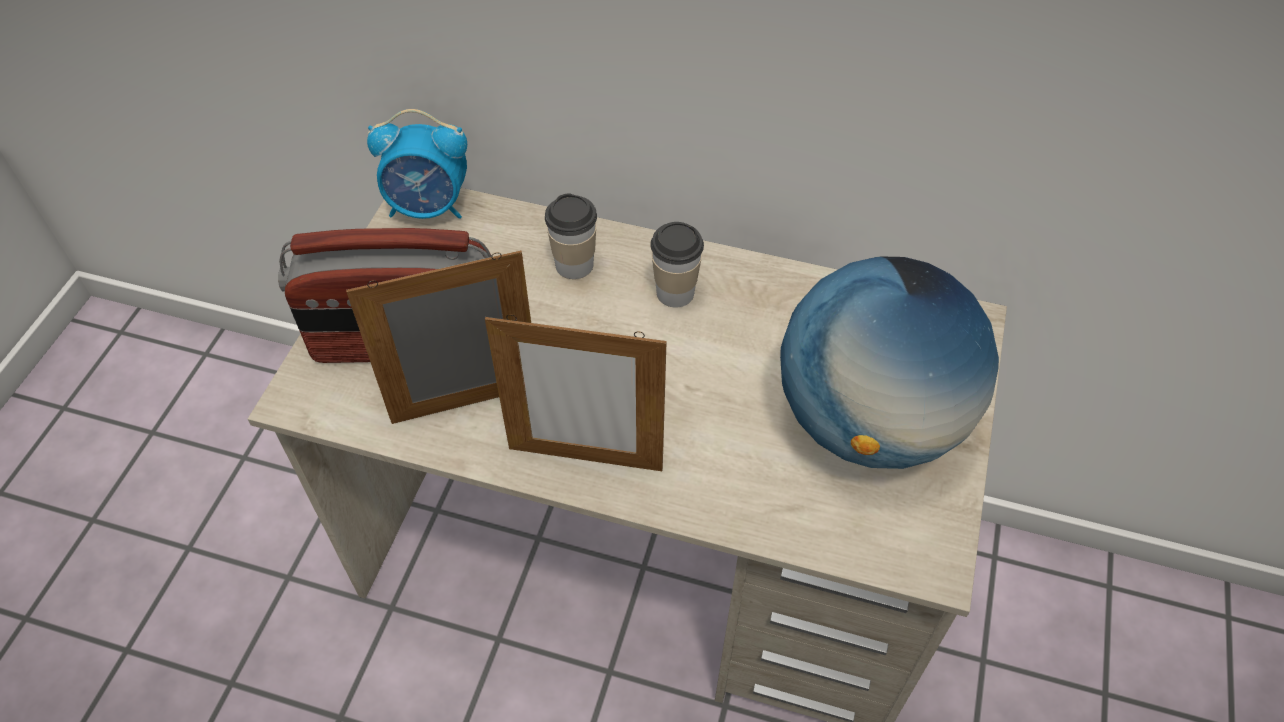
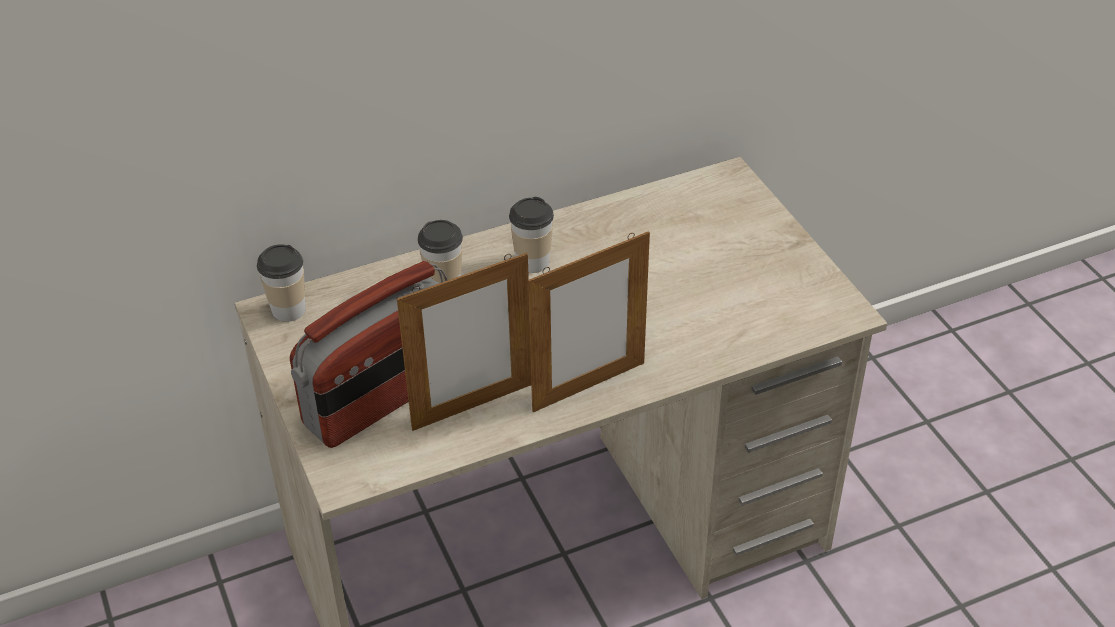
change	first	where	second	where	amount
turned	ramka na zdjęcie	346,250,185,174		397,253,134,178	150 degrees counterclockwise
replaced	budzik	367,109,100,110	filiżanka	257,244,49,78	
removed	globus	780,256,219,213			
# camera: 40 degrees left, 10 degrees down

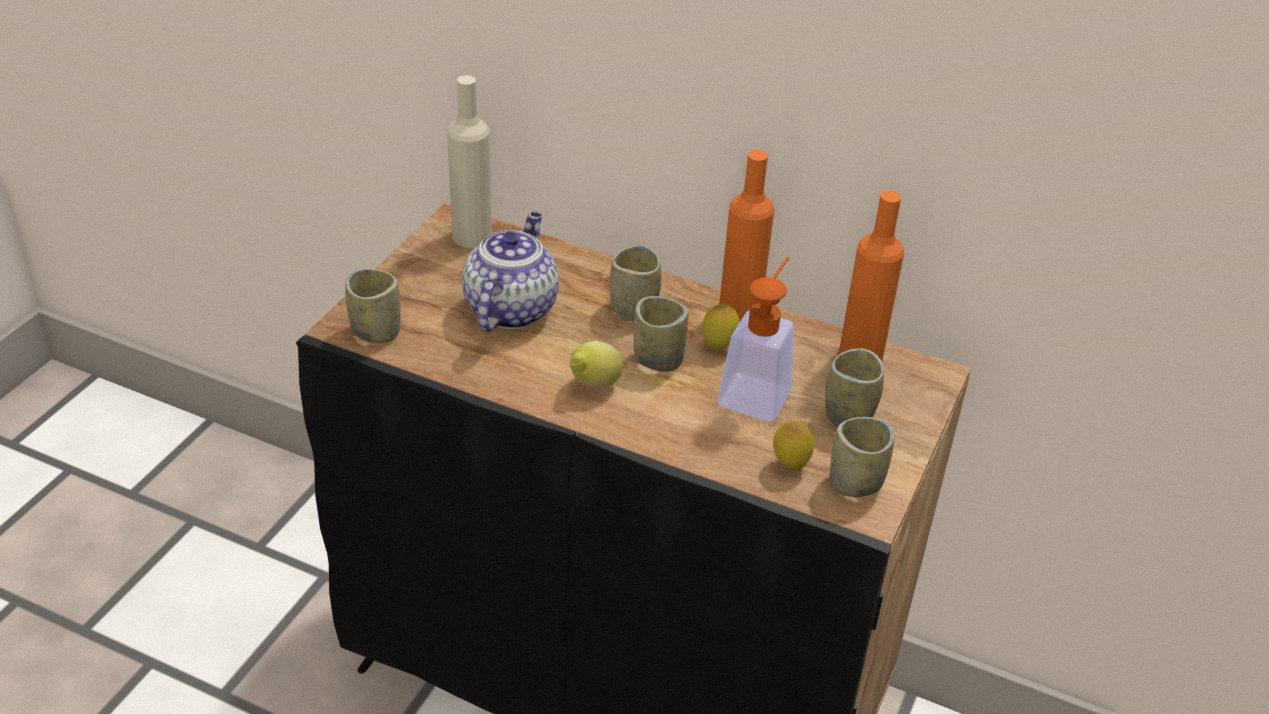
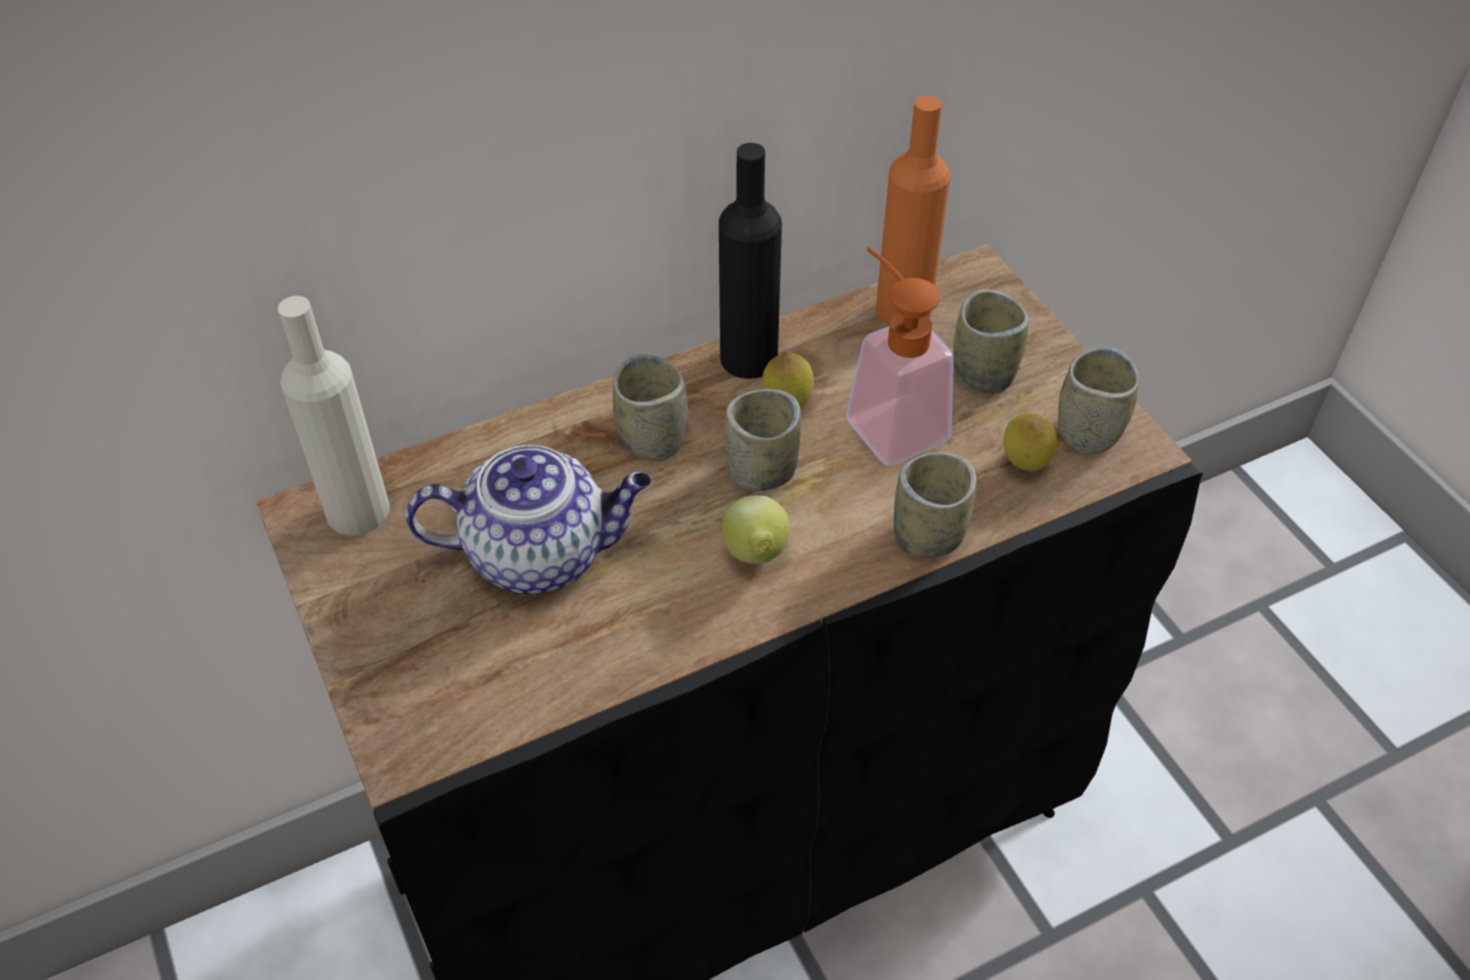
change	first	where	second	where	amount
moved	filiżanka	345,269,56,74		894,452,83,106	
turned	imbryk	462,212,97,119		405,445,247,149	120 degrees clockwise
recoloured	butelka/pomarańczowy	719,150,55,171	butelka/czarny	719,143,63,236	
# camera: 50 degrees left, 10 degrees up

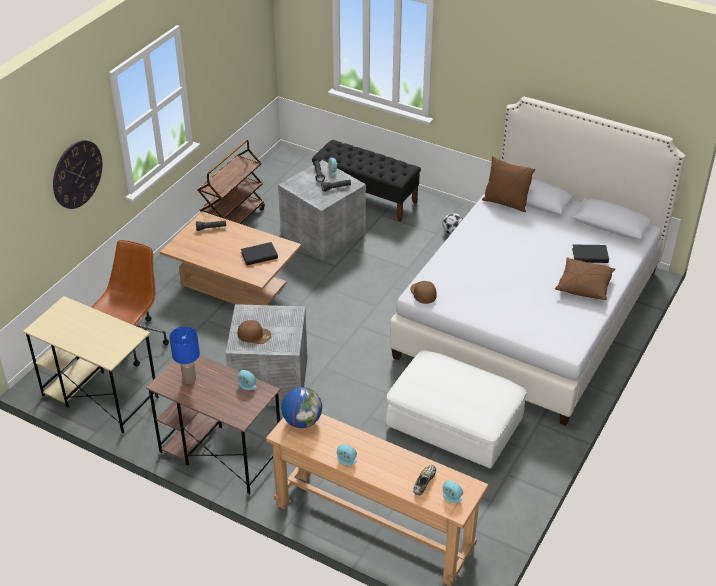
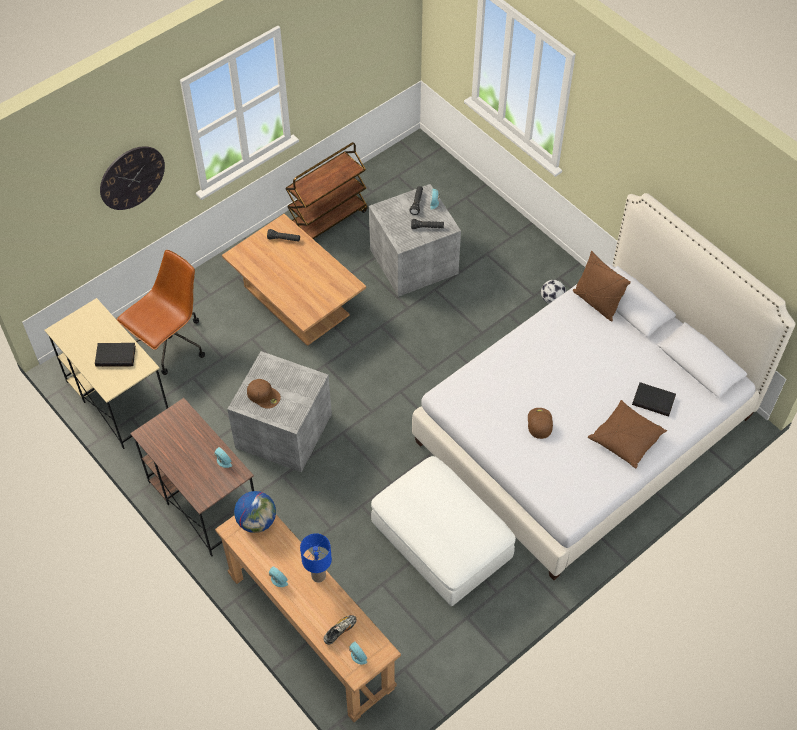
change	first	where	second	where	amount
moved	lampa stołowa/niebieski	169,326,31,58		300,533,32,50	
moved	książka/czarny	241,242,37,23		95,343,41,24	
removed	ławka/czarny	312,140,109,82			
moved	czapka z daszkiem/brązowy	410,281,26,23		528,408,25,31	
# camera: 20 degrees right, 15 degrees up

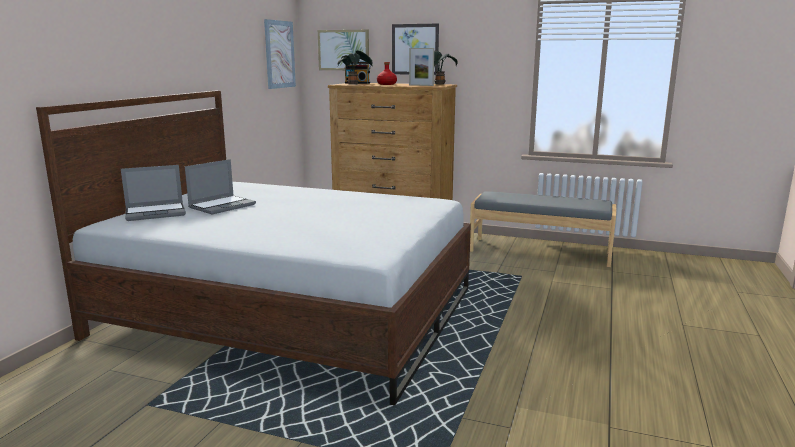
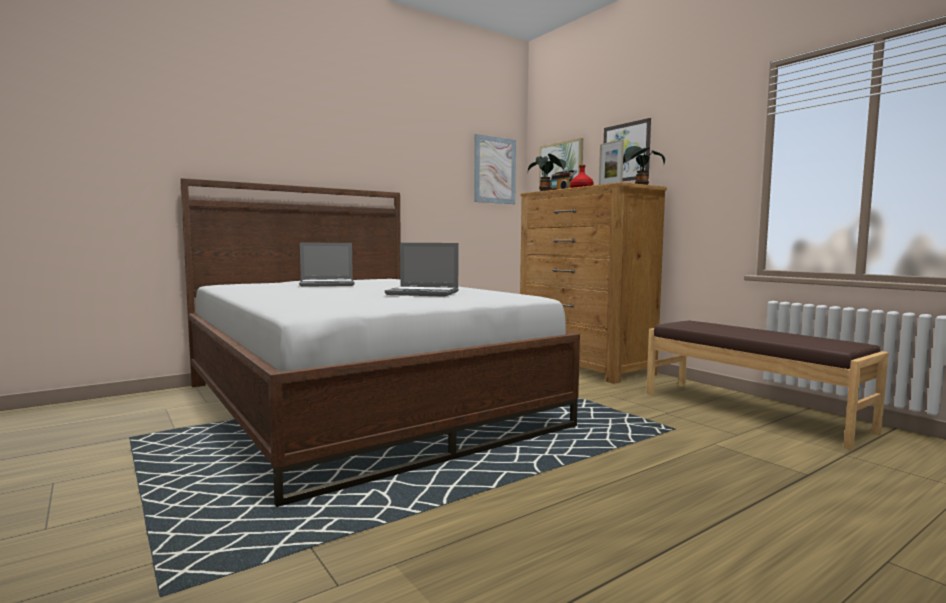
change	first	where	second	where	amount
moved	laptop	121,165,65,56		385,243,74,54	
recoloured	ławka/szary	470,191,146,76	ławka/brązowy	646,321,243,129	
# camera: 35 degrees right, 10 degrees down

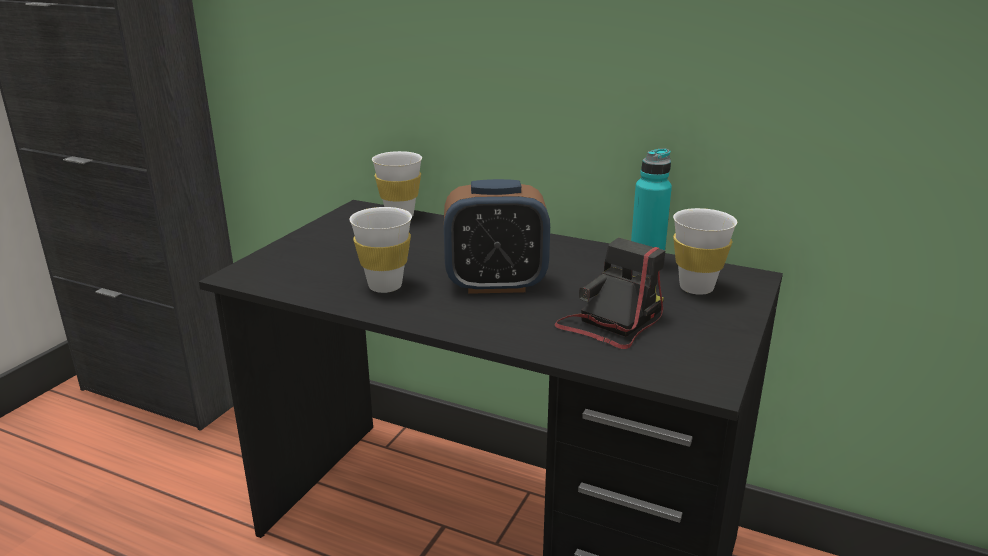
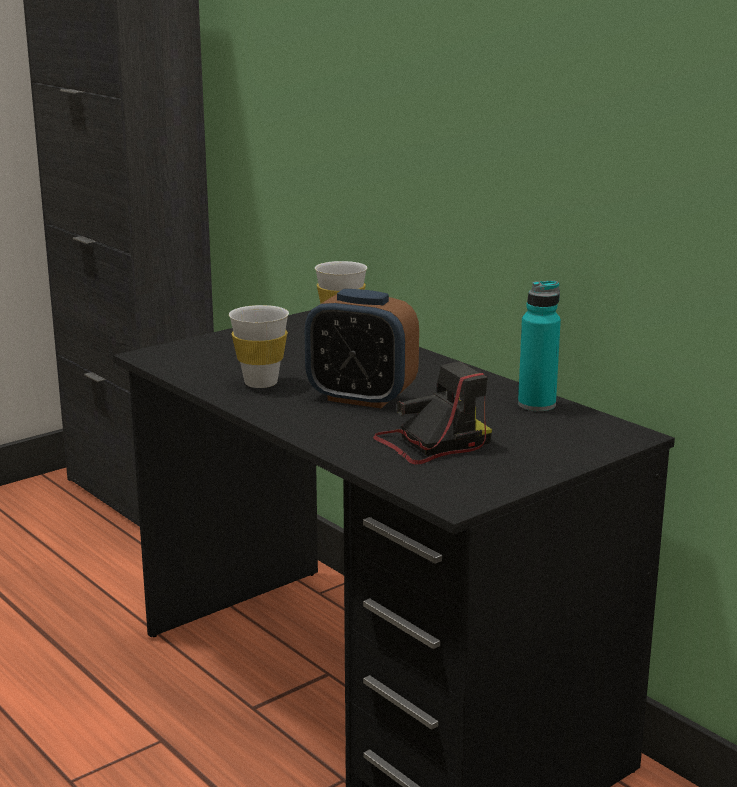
change	first	where	second	where	amount
removed	filiżanka/biały	673,208,64,87			
# camera: 25 degrees right, 5 degrees down

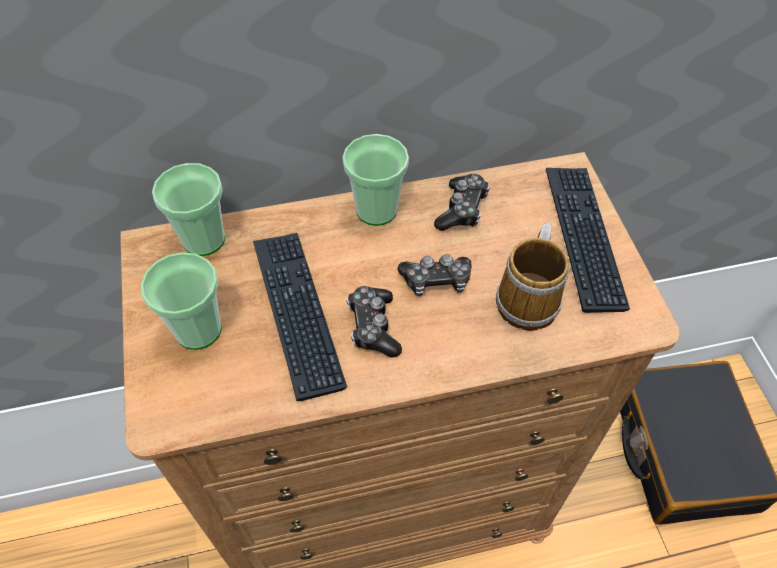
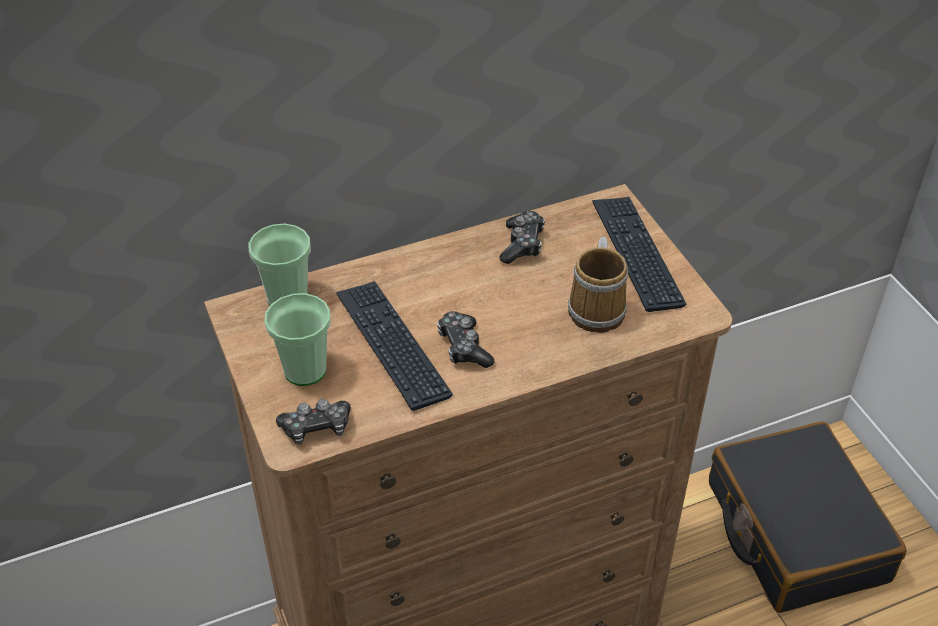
change	first	where	second	where	amount
removed	filiżanka	342,134,67,92			
moved	pad do gier	397,254,75,42		276,399,75,46	
# camera: 10 degrees left, 10 degrees down

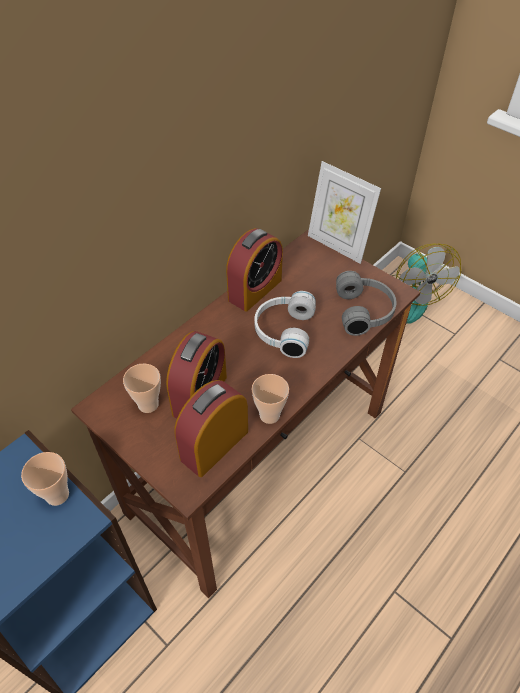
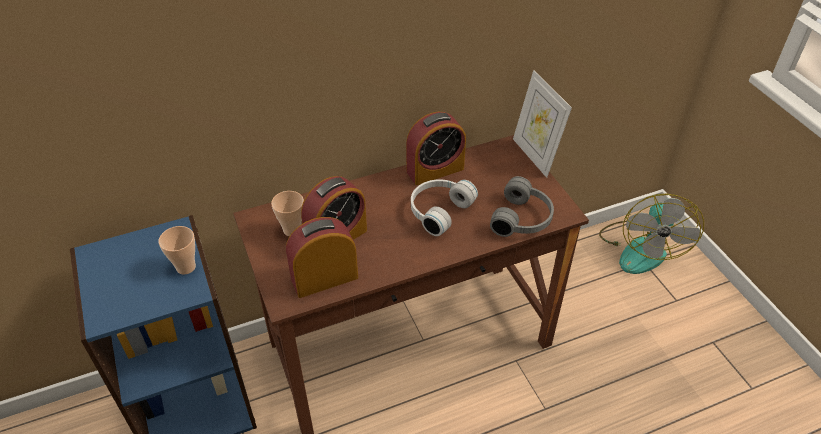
change	first	where	second	where	amount
removed	filiżanka	252,374,37,50			
# camera: 25 degrees right, 5 degrees down

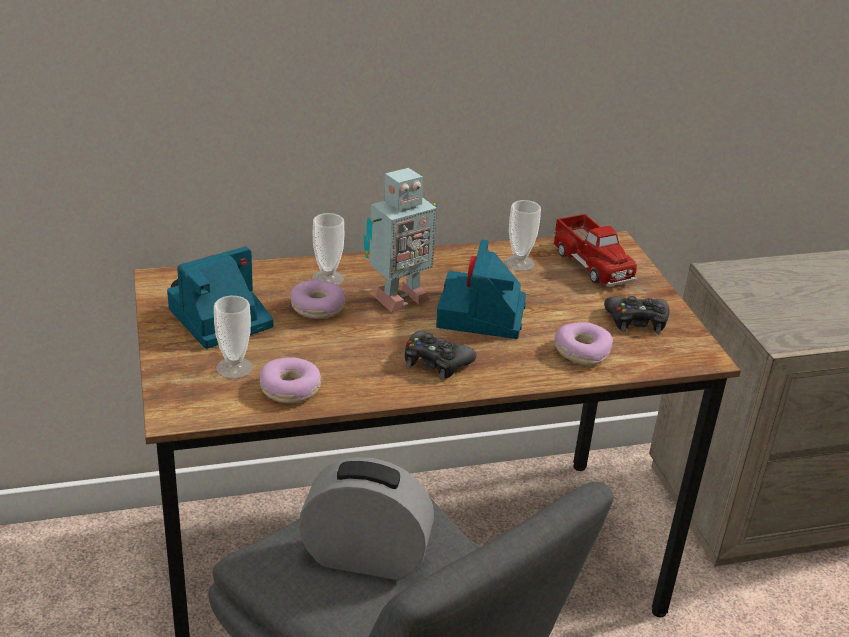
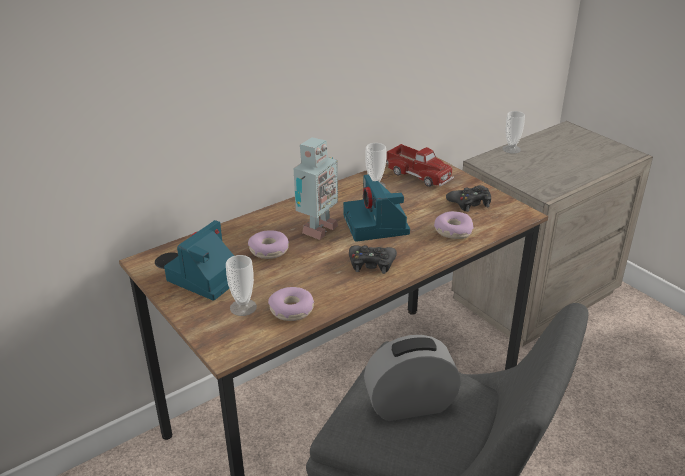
change	first	where	second	where	amount
moved	filiżanka	312,213,32,72		503,111,22,43	
# camera: 20 degrees left, 0 degrees up

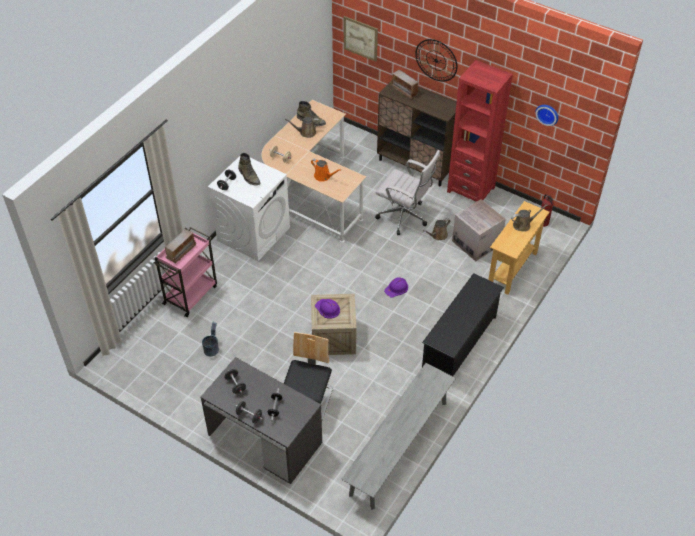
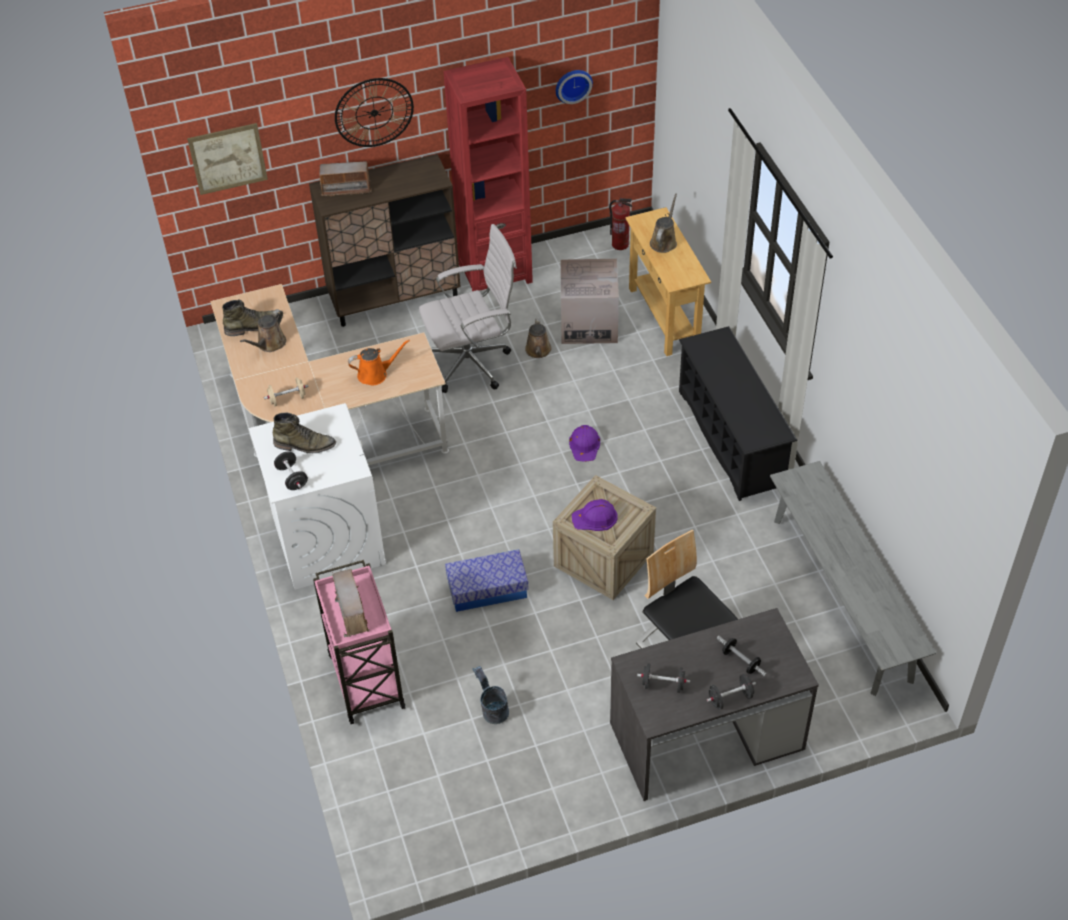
change	first	where	second	where	amount
added			pojemnik do przechowywania	445,549,84,63	
# camera: 50 degrees left, 0 degrees up

